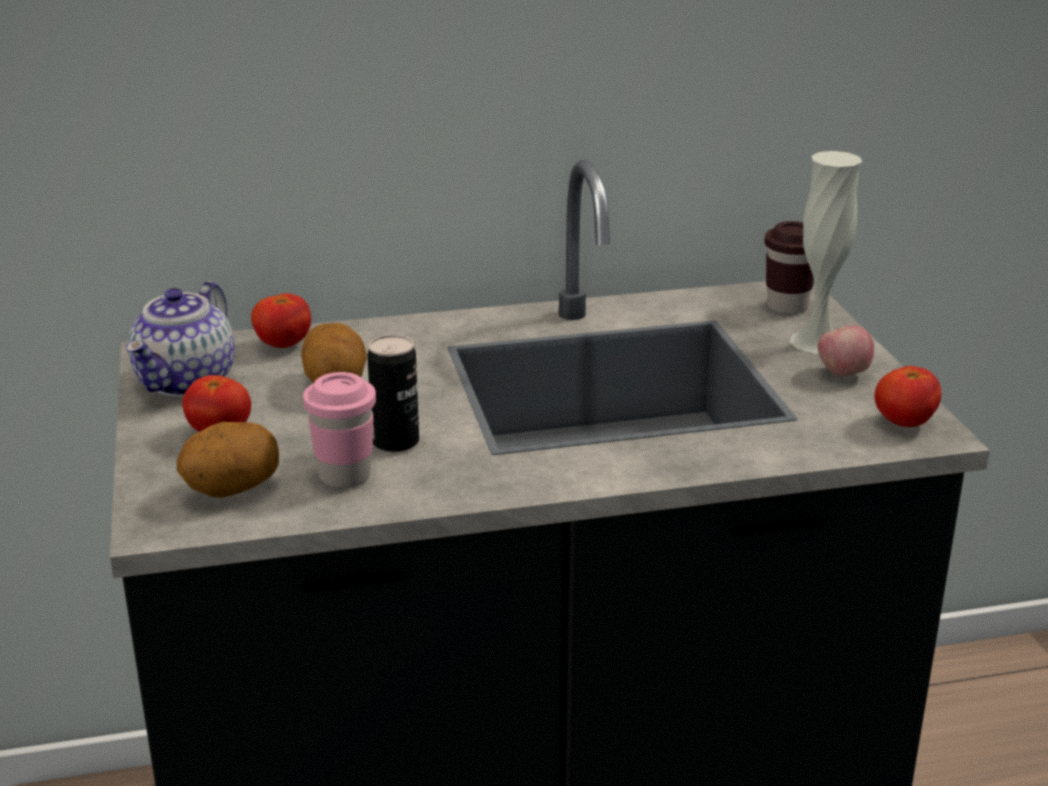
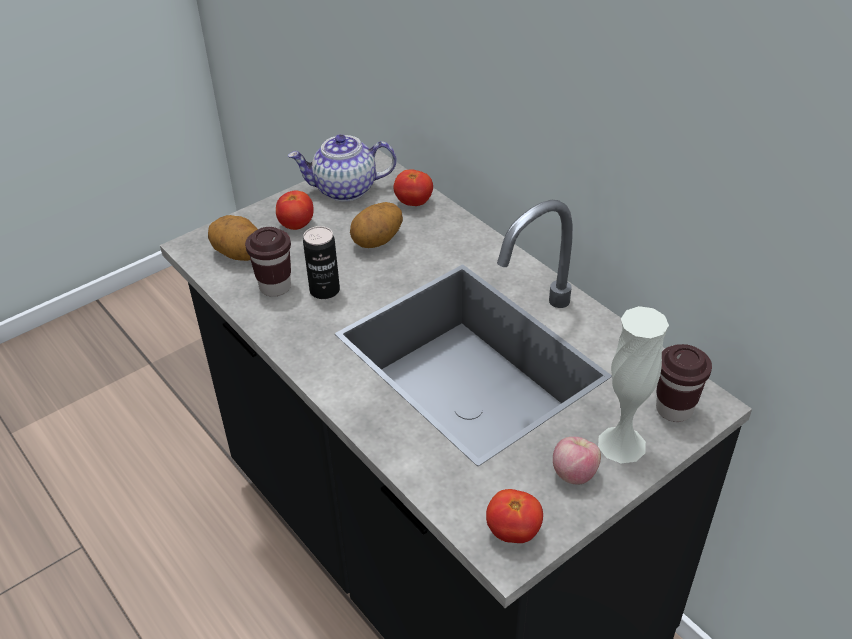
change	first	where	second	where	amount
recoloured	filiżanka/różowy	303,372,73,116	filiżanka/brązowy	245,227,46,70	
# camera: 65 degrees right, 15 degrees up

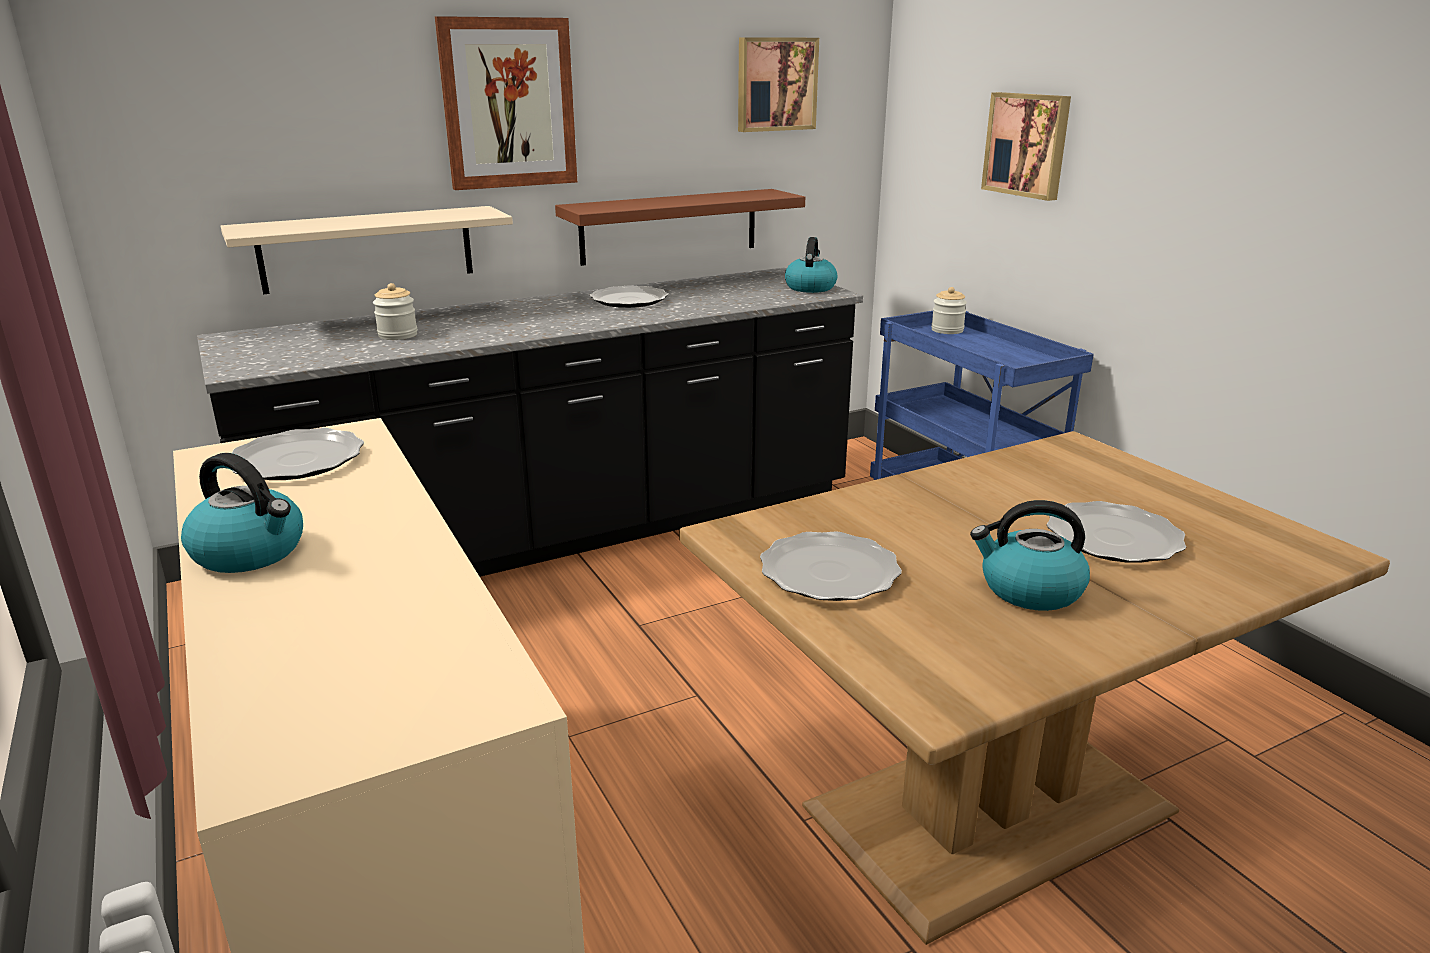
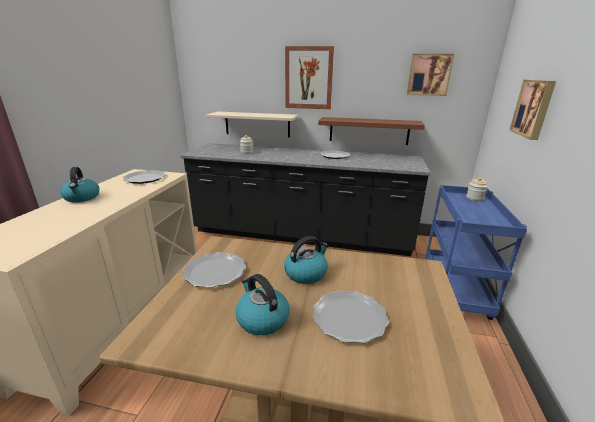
change	first	where	second	where	amount
moved	czajnik	785,237,52,56		284,236,45,48	
# camera: 40 degrees right, 0 degrees up

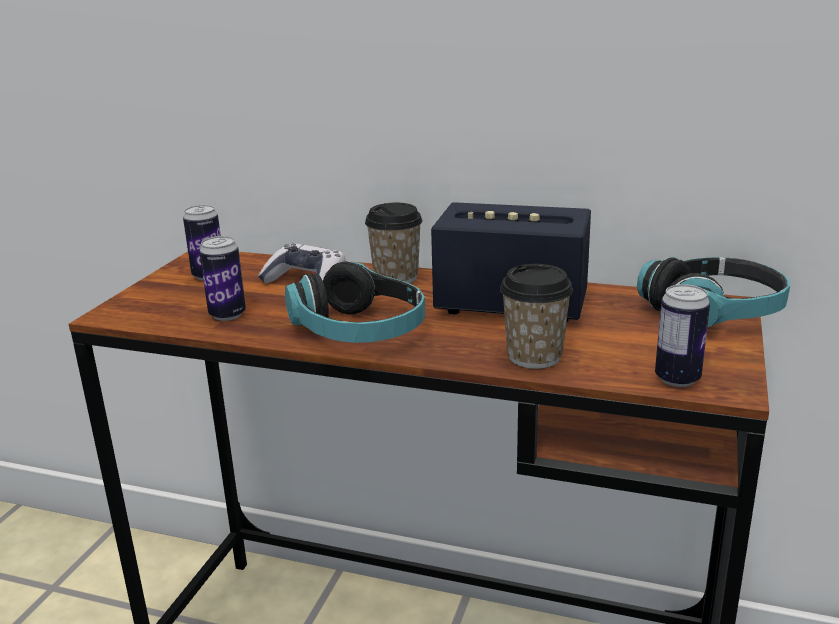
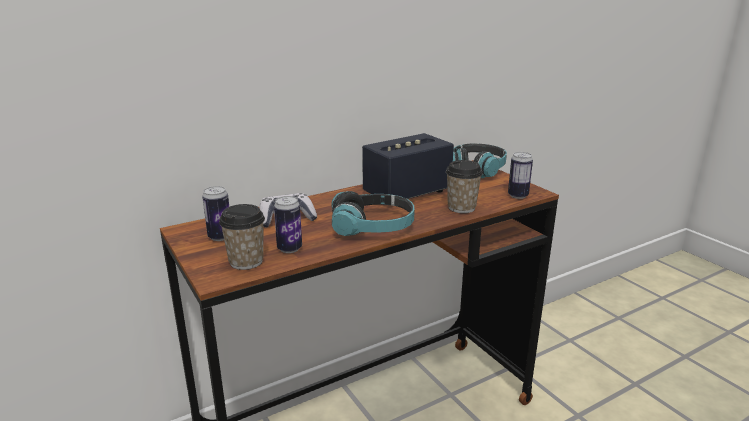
change	first	where	second	where	amount
moved	filiżanka	365,203,57,80		219,204,46,66	
# camera: 50 degrees left, 0 degrees up

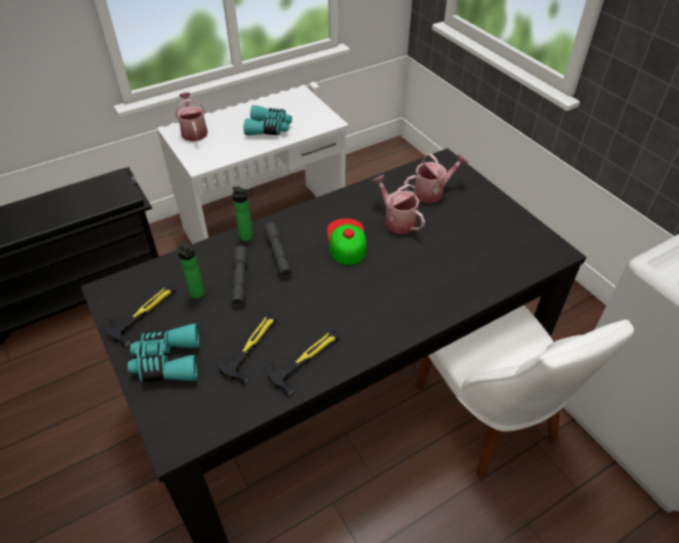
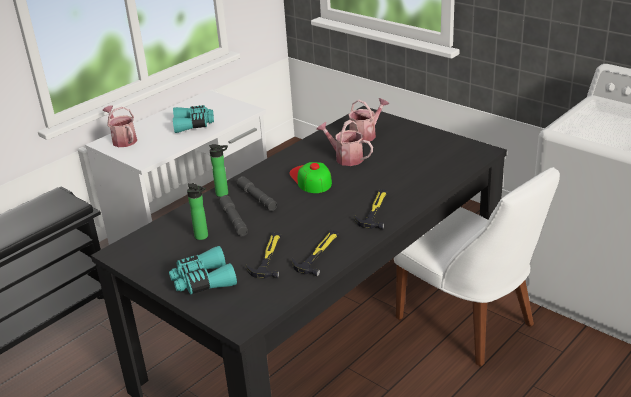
change	first	where	second	where	amount
moved	młotek	106,283,69,64		354,189,34,40	
# camera: 15 degrees left, 15 degrees down

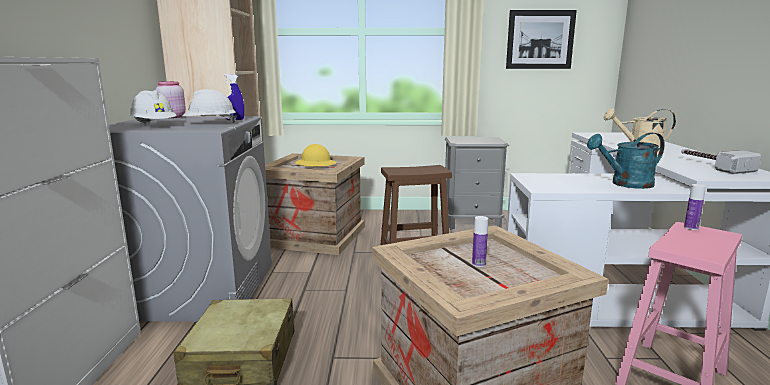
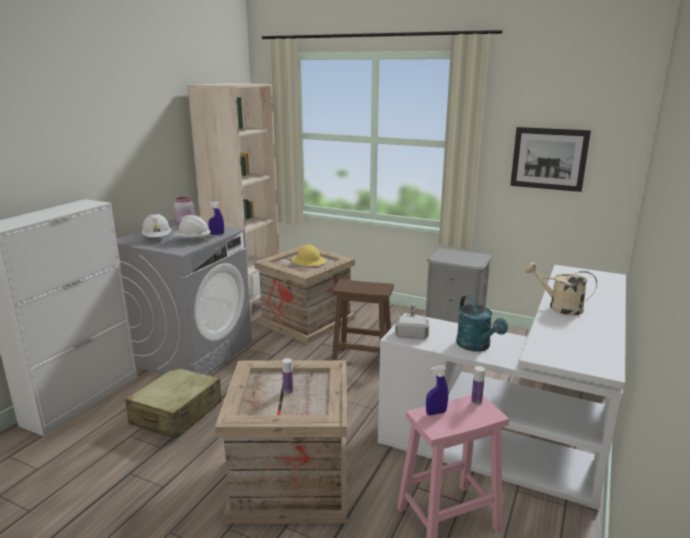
change	first	where	second	where	amount
turned	konewka/turkusowy	587,133,78,56		456,295,52,57	120 degrees counterclockwise
moved	młotek	681,149,80,25		395,304,34,35	
added			spryskiwacz/niebieski	426,366,22,49	
# camera: 25 degrees right, 5 degrees up

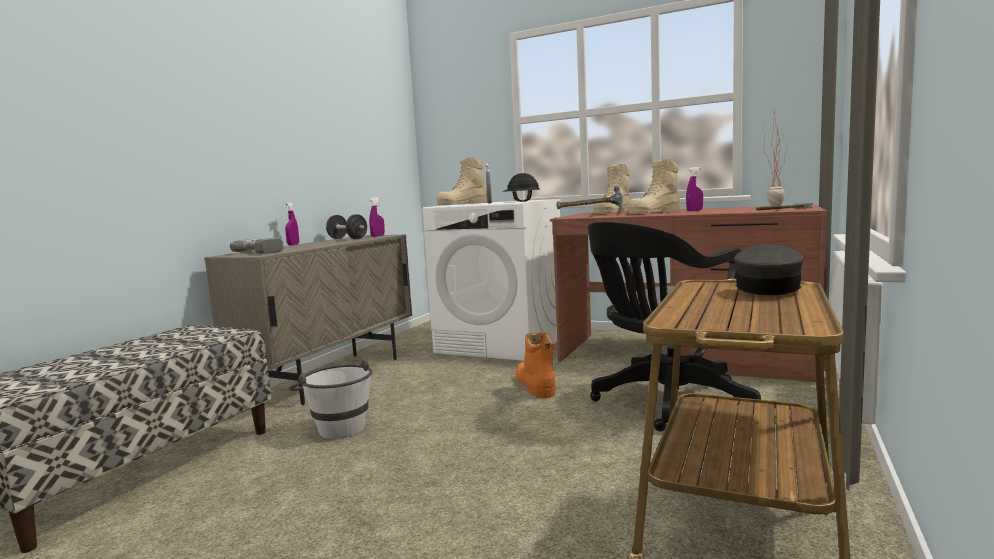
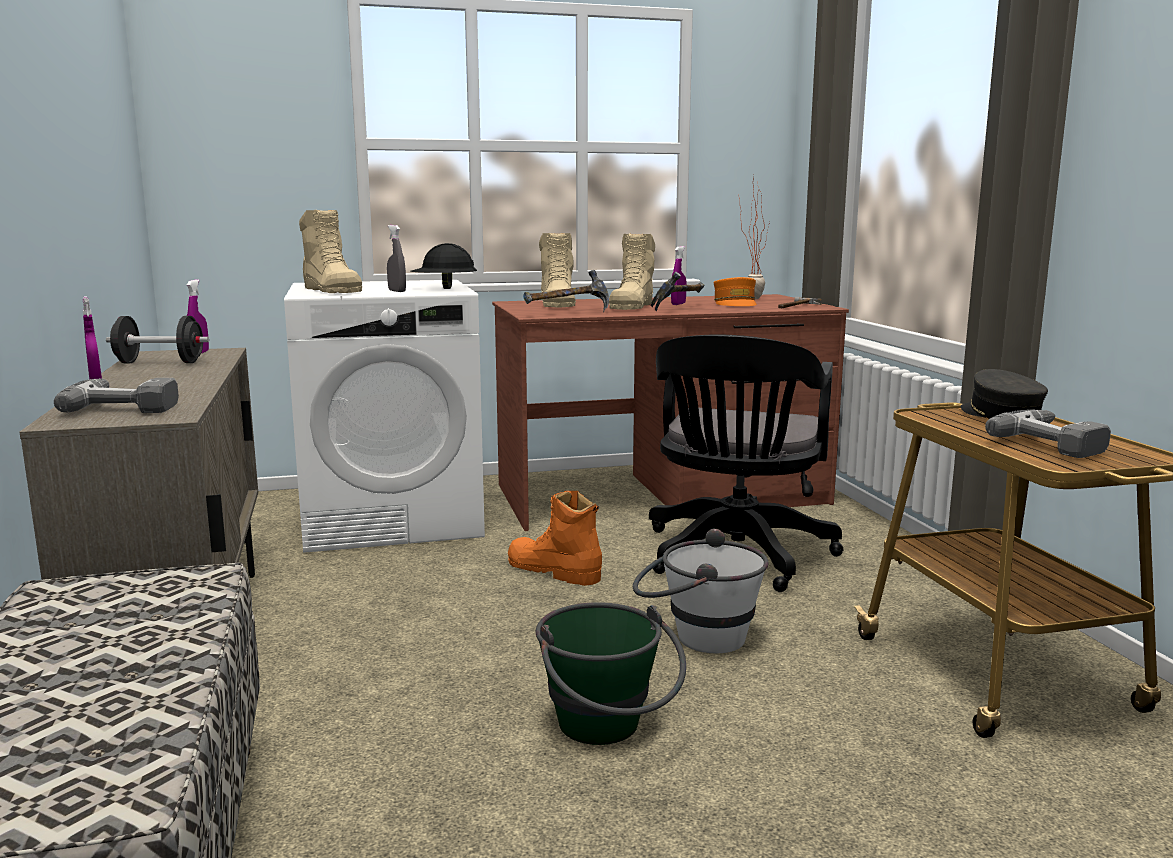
change	first	where	second	where	amount
moved	wiadro/biały	289,358,83,81		633,529,136,124	
turned	but z cholewką/beżowy	436,157,51,48		299,210,63,83	45 degrees counterclockwise
added			wiadro/zielony	536,602,150,143	
added			młotek	651,272,53,39	
added			czapka z daszkiem/pomarańczowy	714,277,43,29	
added			wiertarka	985,409,126,49	
# camera: 40 degrees left, 5 degrees up

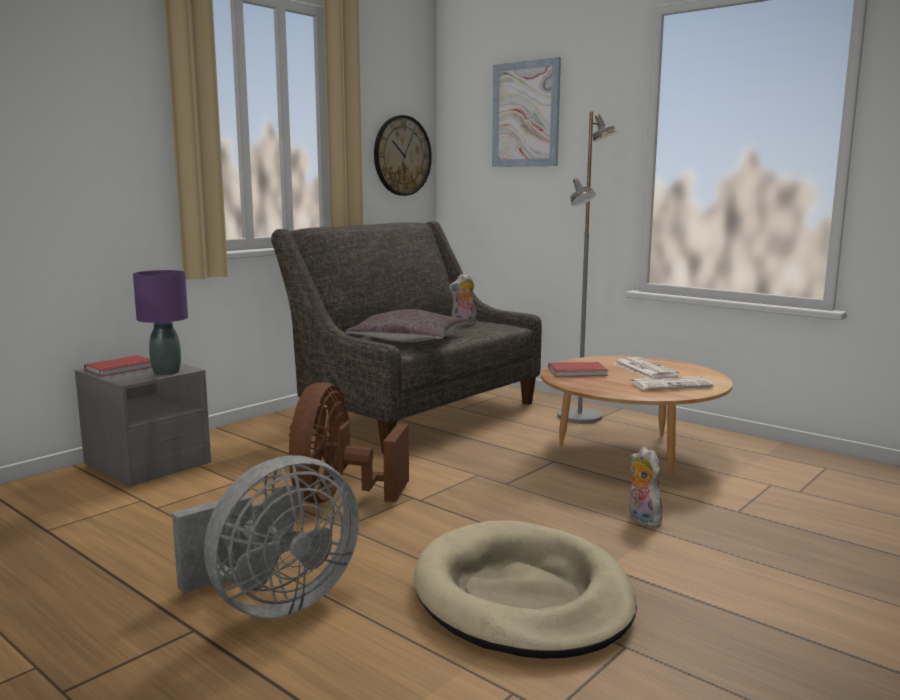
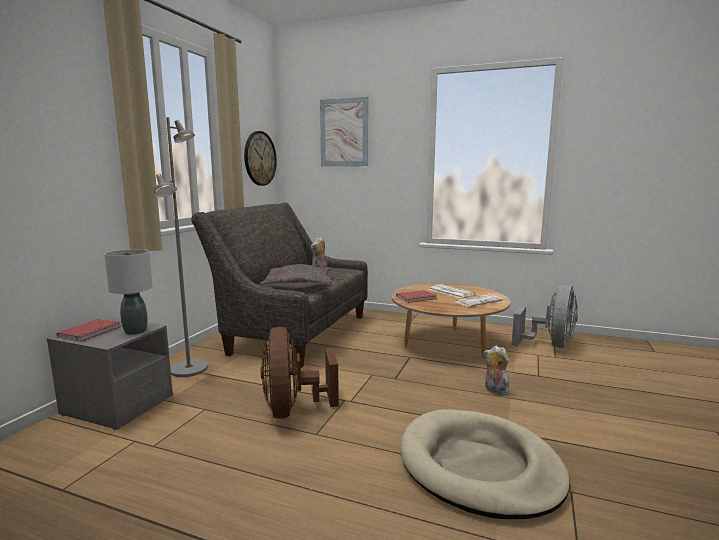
change	first	where	second	where	amount
recoloured	lampa stołowa/fioletowy	133,270,55,105	lampa stołowa/szary	104,249,49,86	
moved	wentylator/szary	172,455,187,164		512,284,66,64	
moved	lampa stojąca/szary	557,112,60,312		154,117,54,260	
# camera: 20 degrees left, 0 degrees up

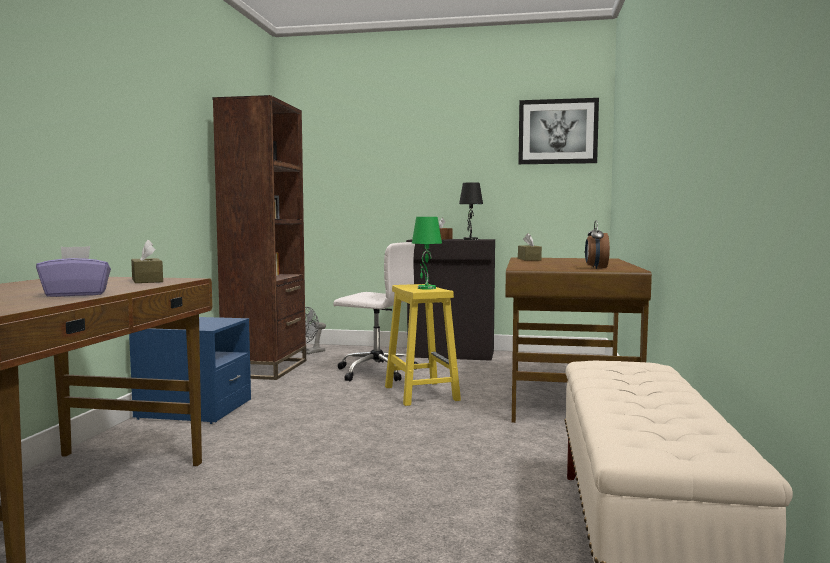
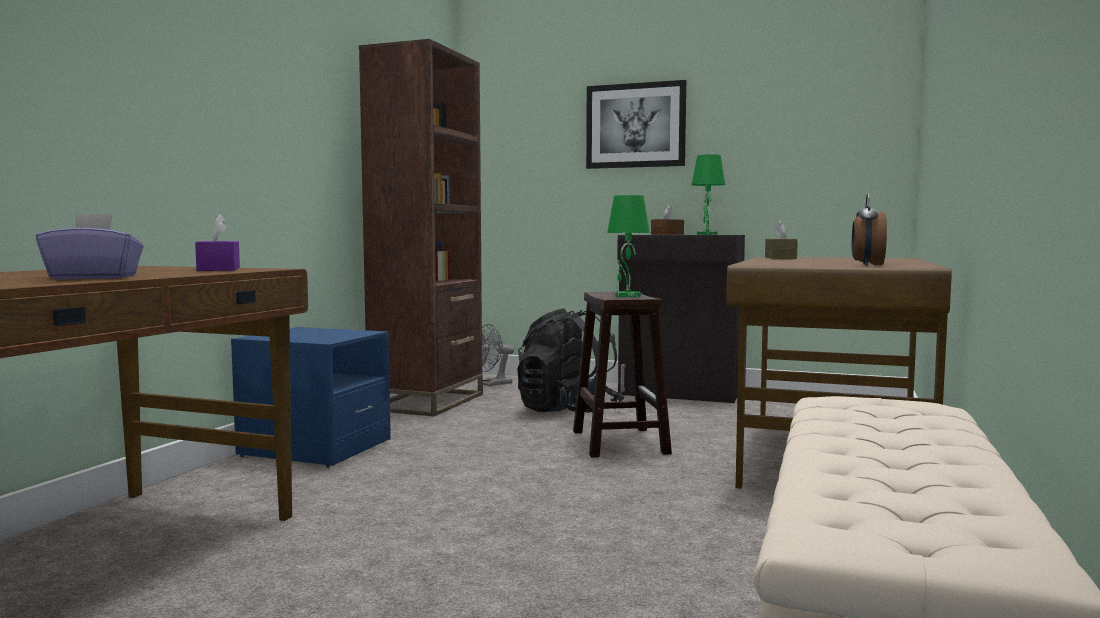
change	first	where	second	where	amount
recoloured	pudełko chusteczek/brązowy	131,240,32,43	pudełko chusteczek/fioletowy	195,214,45,57	
replaced	krzesło biurowe/biały	333,242,85,139	plecak/czarny	517,308,108,105	
recoloured	stołek/żółty	385,284,76,122	stołek/brązowy	573,292,99,166	
recoloured	lampa stołowa/czarny	459,182,24,58	lampa stołowa/zielony	691,154,34,81	
moved	obraz	518,98,81,66		586,80,100,89	
# camera: 10 degrees right, 0 degrees up

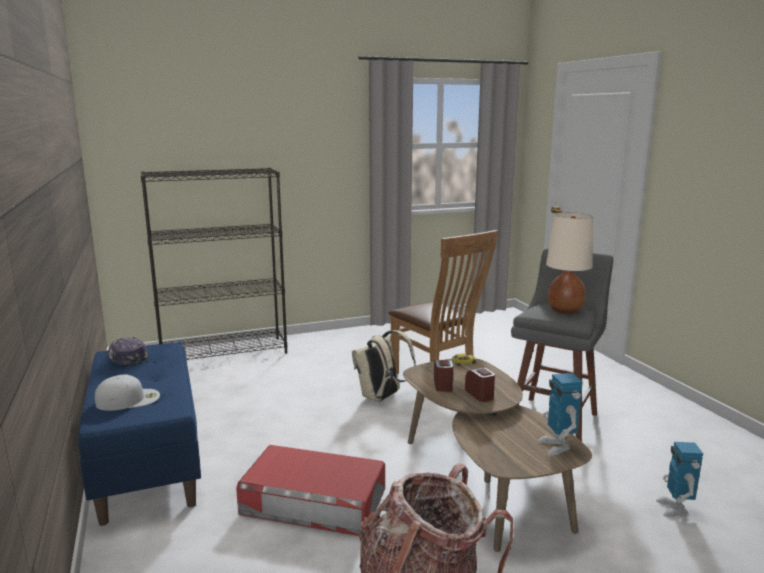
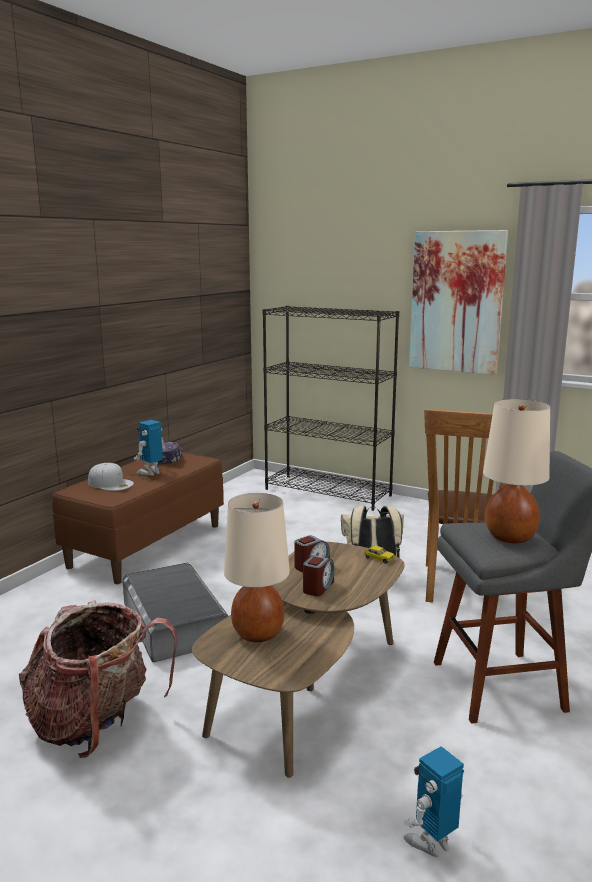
change	first	where	second	where	amount
recoloured	ławka/niebieski	78,342,123,184	ławka/brązowy	52,452,172,132	
recoloured	pojemnik do przechowywania/czerwony	236,445,149,91	pojemnik do przechowywania/szary	122,563,106,100	
moved	robot zabawkowy	537,373,46,82		134,420,31,55	
added			lampa stołowa/beżowy	224,493,66,149	
added			obraz	409,230,99,145	
# camera: 50 degrees right, 0 degrees up

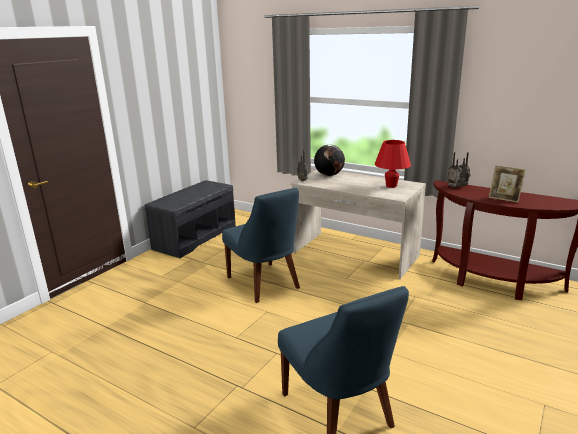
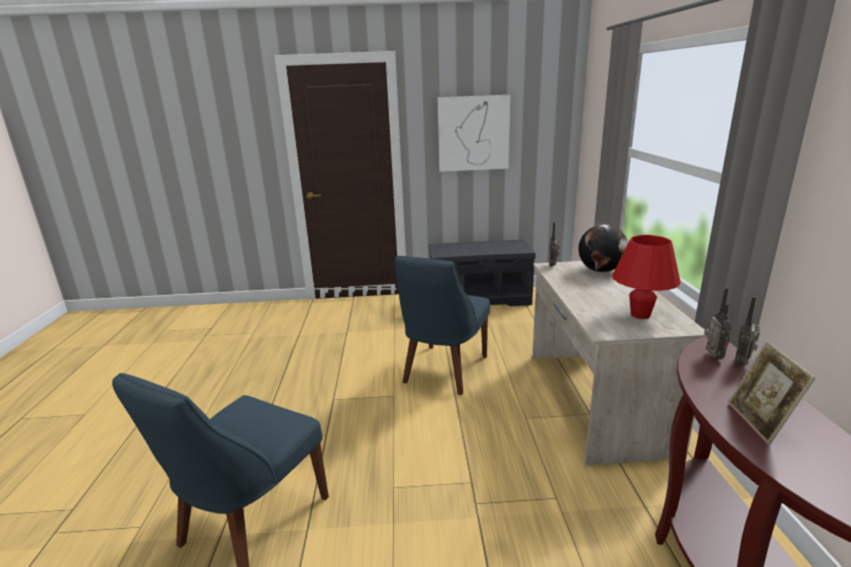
change	first	where	second	where	amount
added			obraz	437,95,74,77	
# camera: 55 degrees right, 0 degrees up

